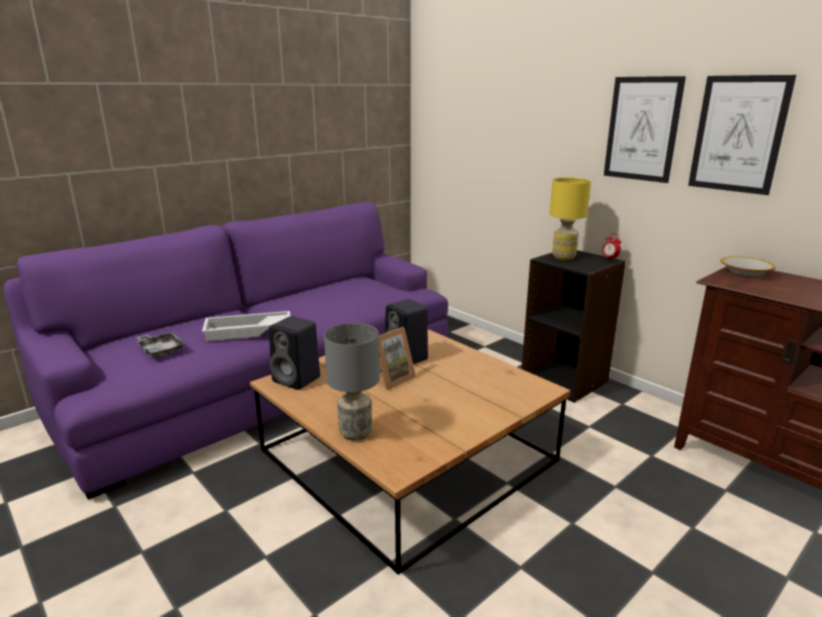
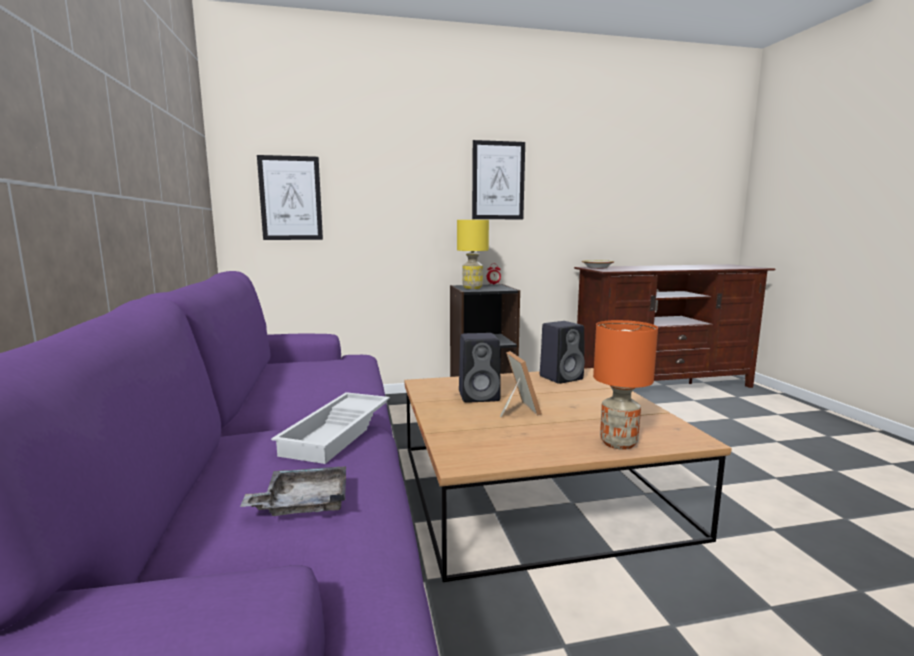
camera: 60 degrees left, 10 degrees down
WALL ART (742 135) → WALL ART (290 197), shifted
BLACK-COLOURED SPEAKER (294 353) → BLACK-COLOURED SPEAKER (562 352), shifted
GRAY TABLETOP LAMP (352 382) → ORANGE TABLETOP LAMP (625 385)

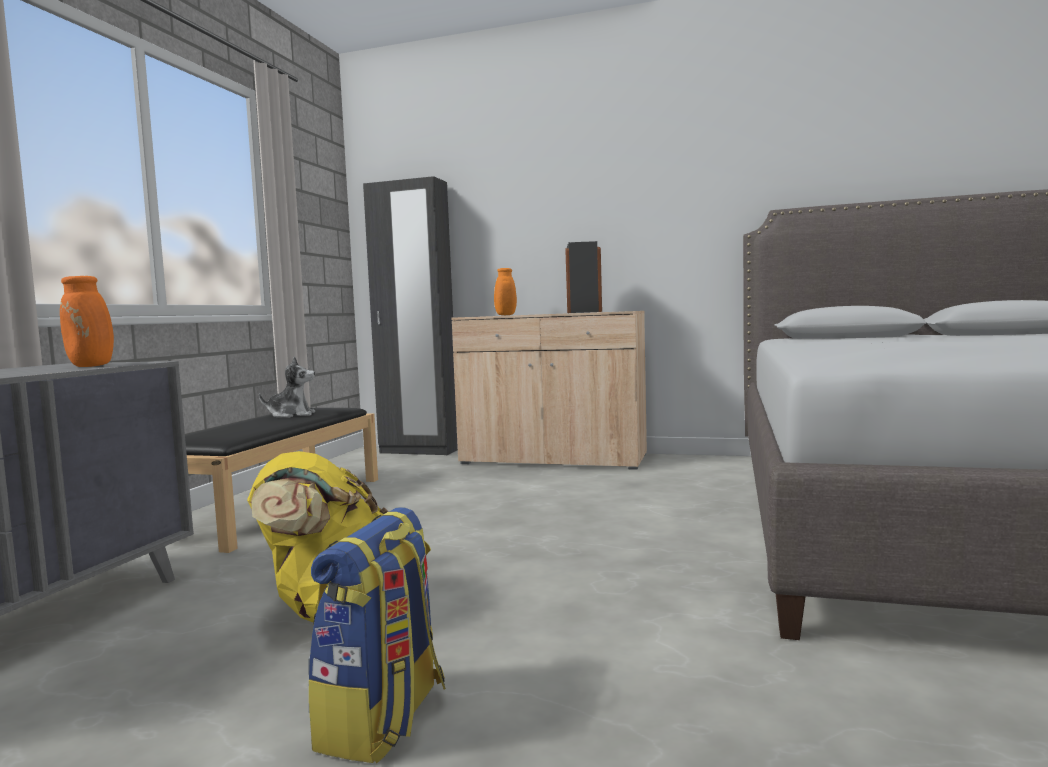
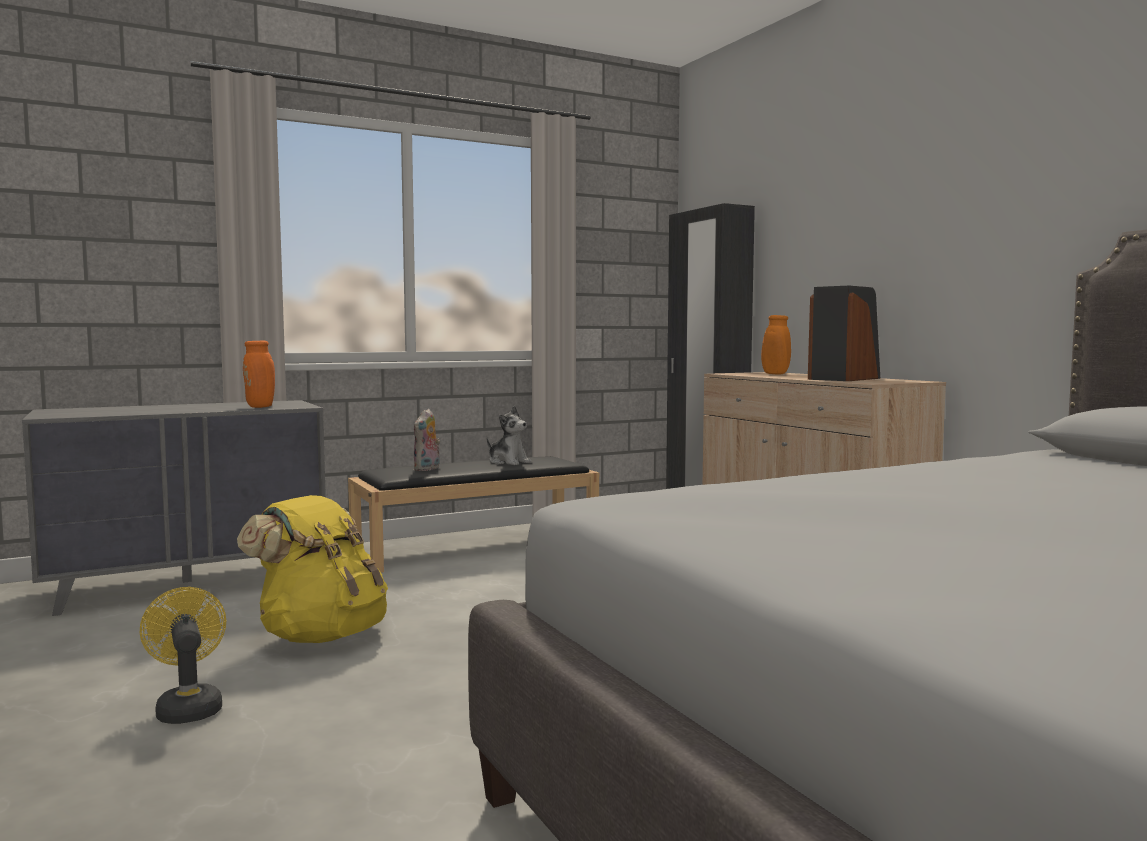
camera: 45 degrees right, 0 degrees up
KNAPSACK (377 635) → YELLOW-COLOURED ELECTRIC FAN (183 655)
- → SOFT TOY (427 440)

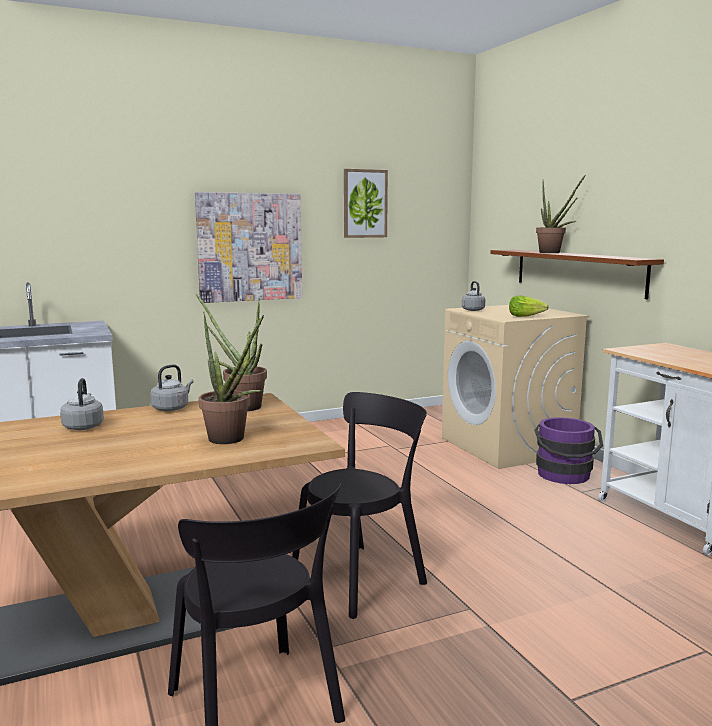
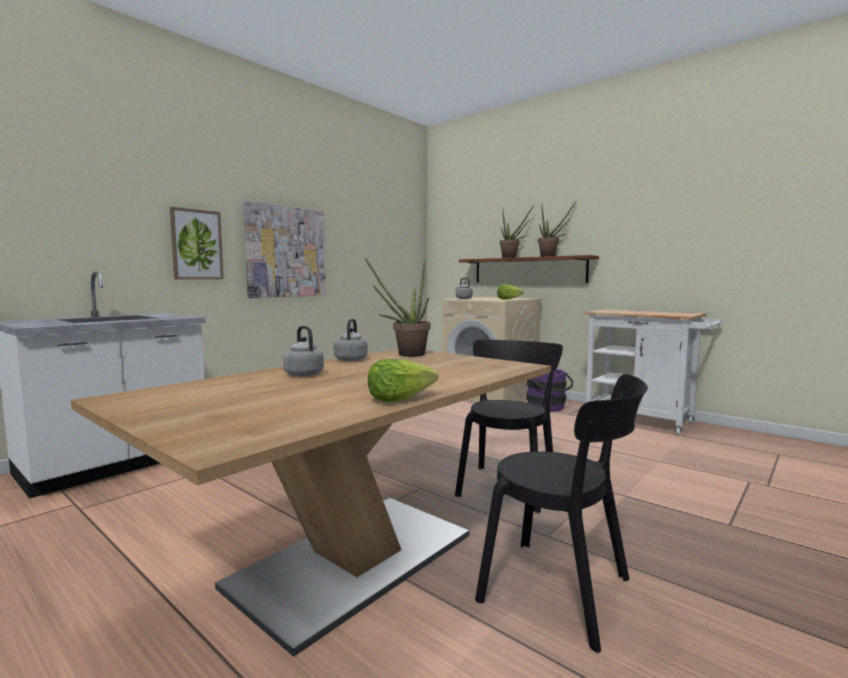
camera: 25 degrees left, 5 degrees down
WALL ART (366 203) → WALL ART (197 243), shifted
- → LETTUCE HEAD (403 380)
PLANT IN A POT (231 378) → PLANT IN A POT (557 229), shifted

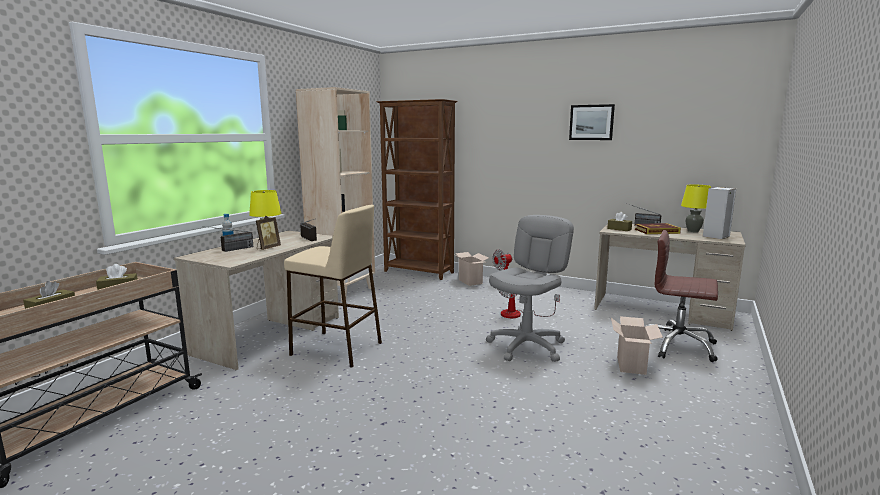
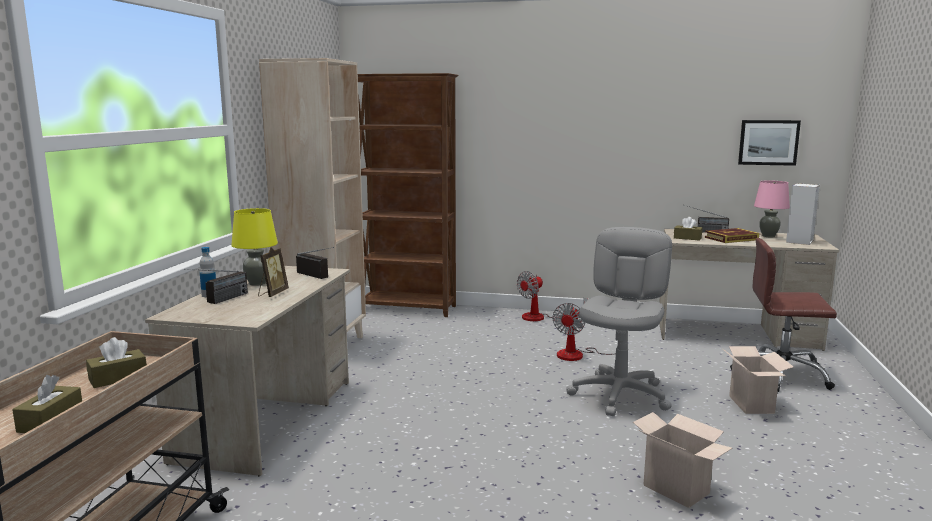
camera: 15 degrees left, 0 degrees up
CARDBOARD BOX (472 269) → CARDBOARD BOX (682 460), shifted
WALL ART (592 122) → WALL ART (769 143), shifted
YELLOW-COLOURED TABLETOP LAMP (696 208) → PINKISH TABLETOP LAMP (772 209)
BEIGE STOOL (333 286) → -

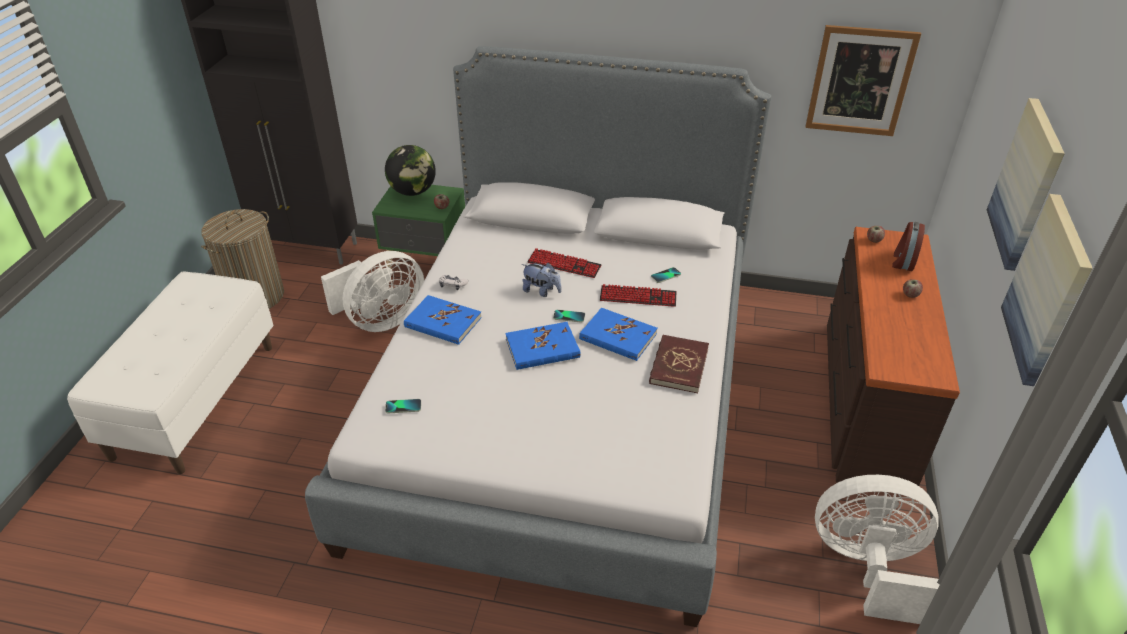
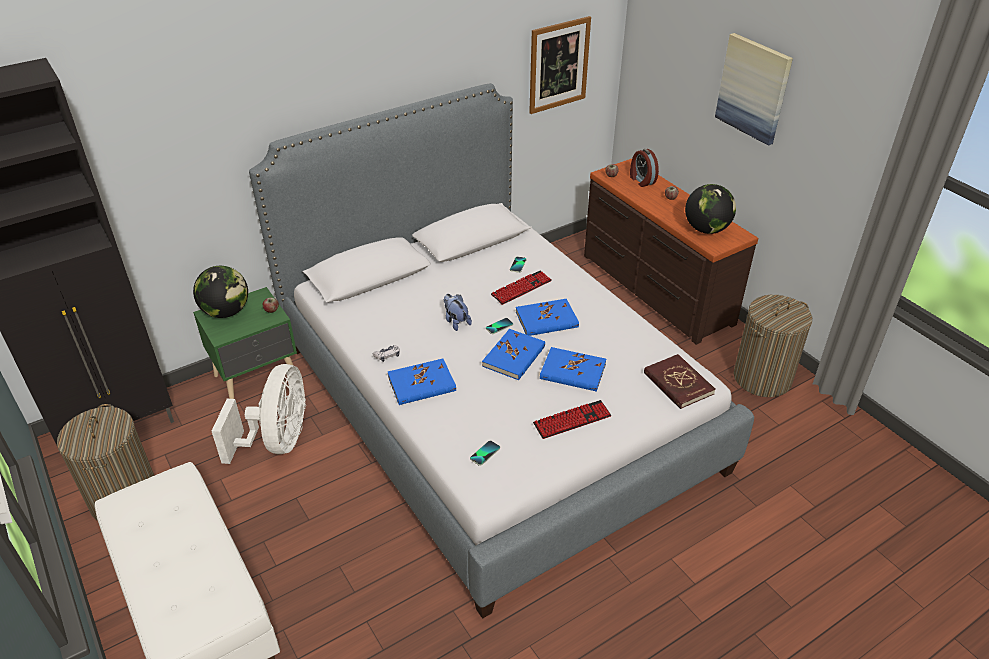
camera: 45 degrees left, 0 degrees up
SOFT TOY (541 280) → SOFT TOY (458 312), 105 degrees counterclockwise
KEYBOARD (564 263) → KEYBOARD (572 419), shifted
- → BLUE-COLOURED BOOK (573 369)
RED-COLOURED BOOK (679 364) → RED-COLOURED BOOK (679 381), shifted
- → GLOBE (710 209)
WHITE ELECTRIC FAN (877 549) → HAMPER (773 346)
WALL ART (1047 290) → -

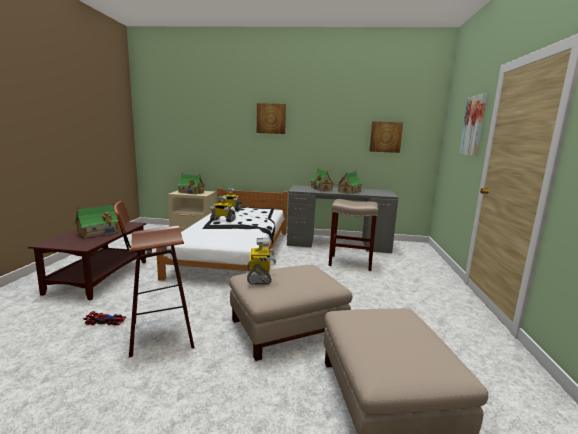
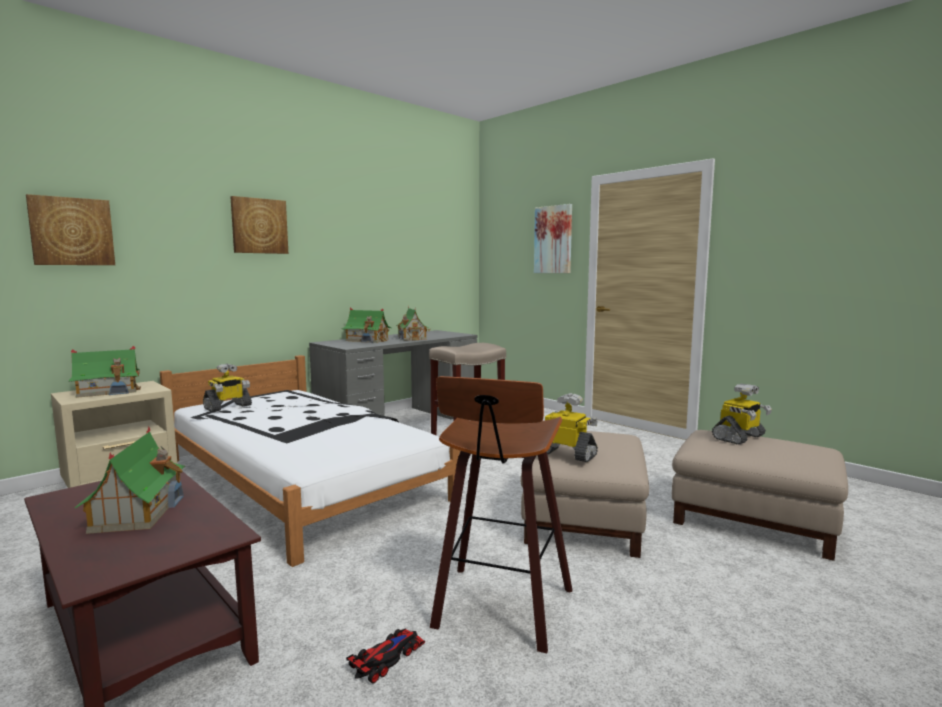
camera: 50 degrees left, 5 degrees down
WALL ART (386 137) → WALL ART (70 229), shifted
TOY ROBOT (223 209) → TOY ROBOT (742 414), shifted

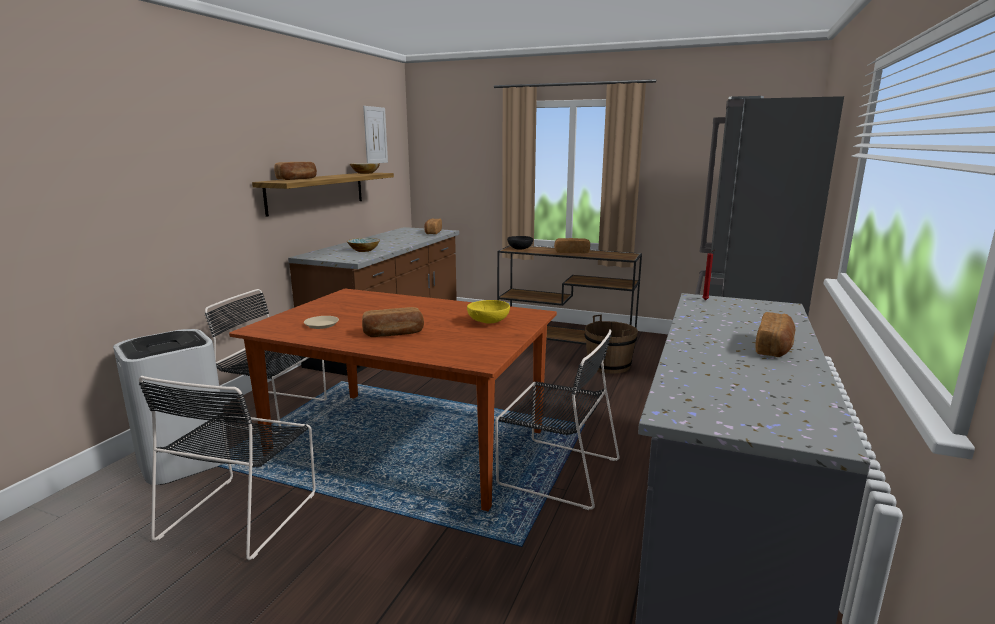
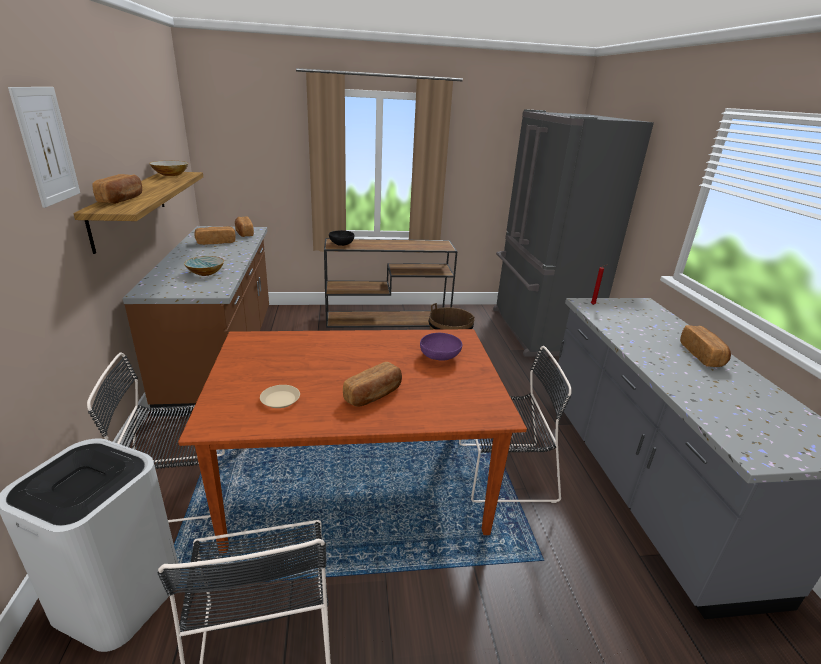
camera: 30 degrees left, 10 degrees up
WALL ART (375 134) → WALL ART (44 147), shifted
BAKERY BREAD (572 245) → BAKERY BREAD (215 235), shifted
YELLOW-COLOURED BOWL (488 311) → PURPLE-COLOURED BOWL (441 347)

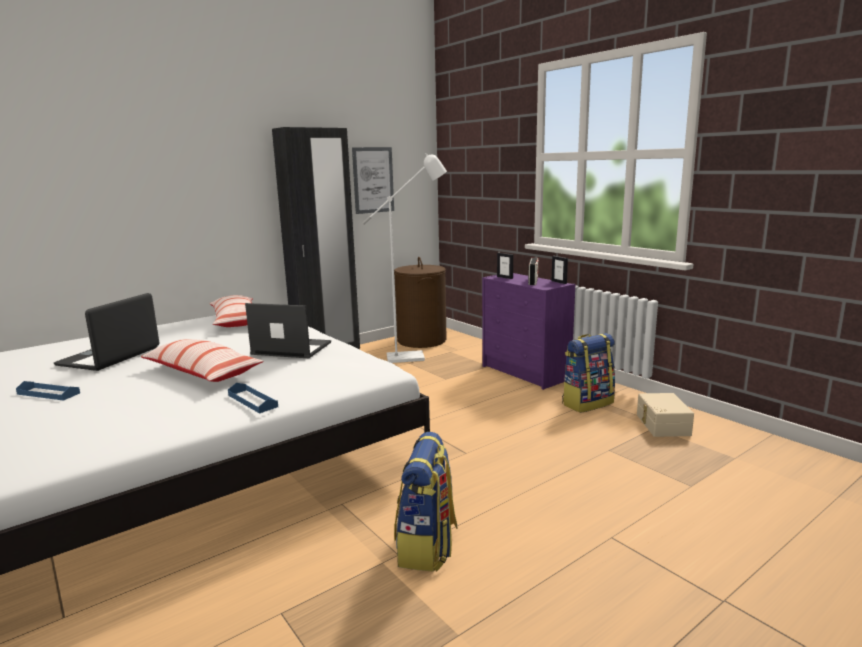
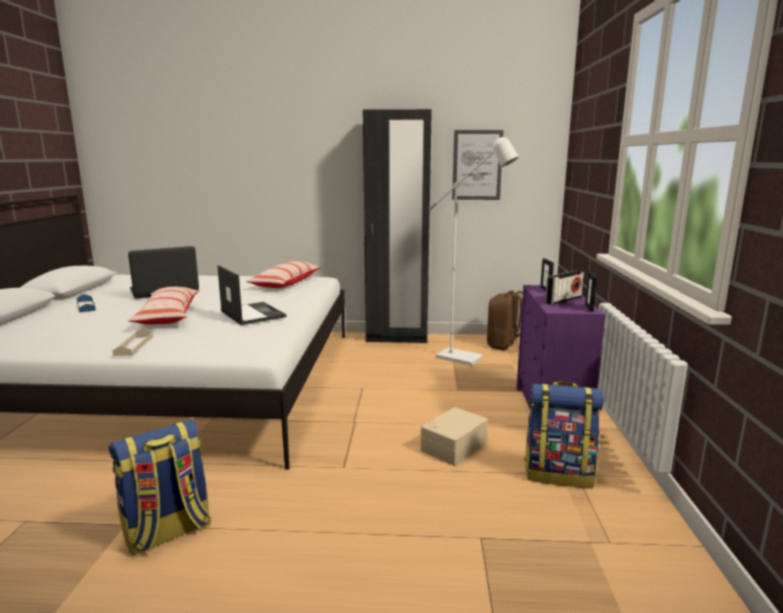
camera: 40 degrees right, 0 degrees up
BLUE-COLOURED TRAY (253 398) → BEIGE TRAY (132 342)
BEIGE STORAGE BOX (665 415) → BEIGE STORAGE BOX (454 436), shifted
BROWN-COLOURED HAMPER (420 302) → BROWN-COLOURED KNAPSACK (505 320)

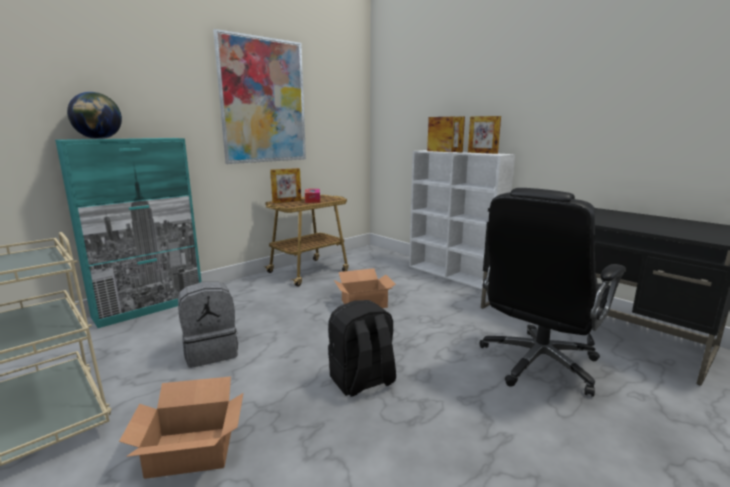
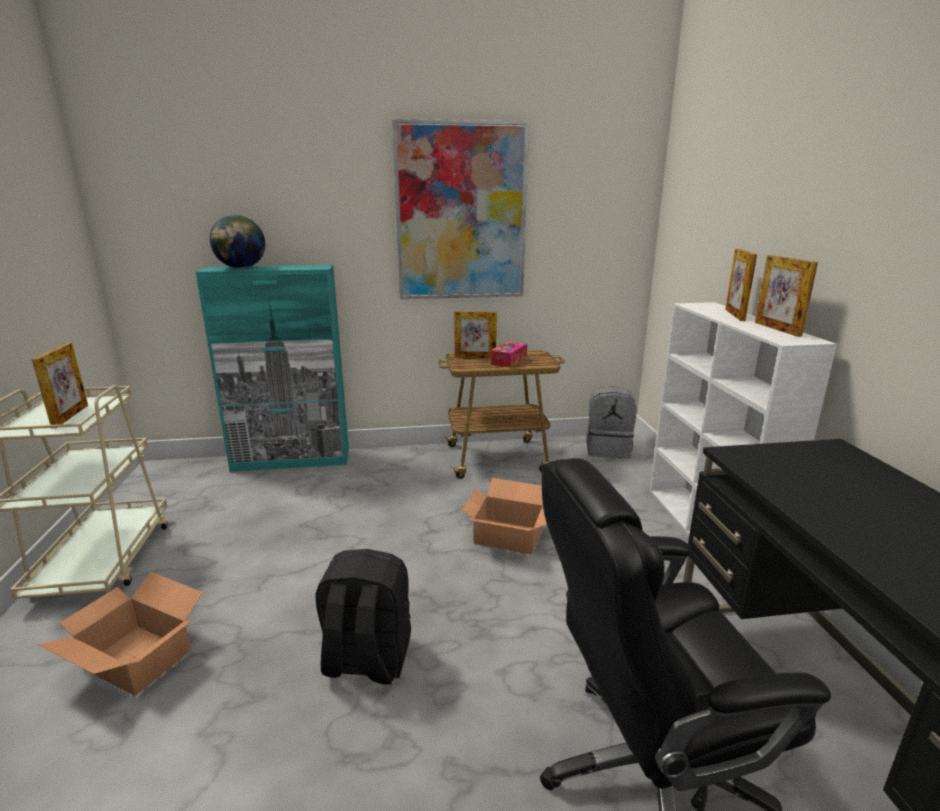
camera: 35 degrees right, 5 degrees up
PHOTO FRAME (441 134) → PHOTO FRAME (60 384), shifted
GRAY KNAPSACK (208 325) → GRAY KNAPSACK (611 422), shifted

